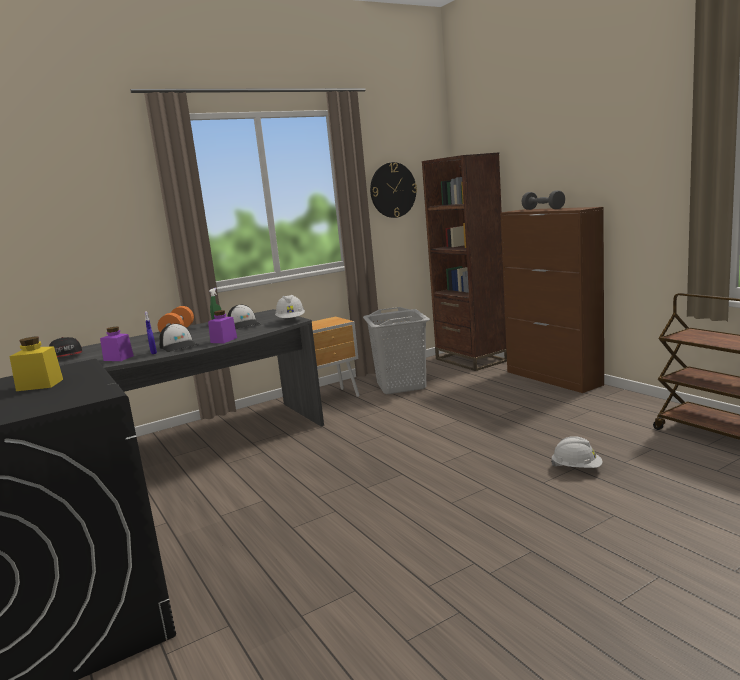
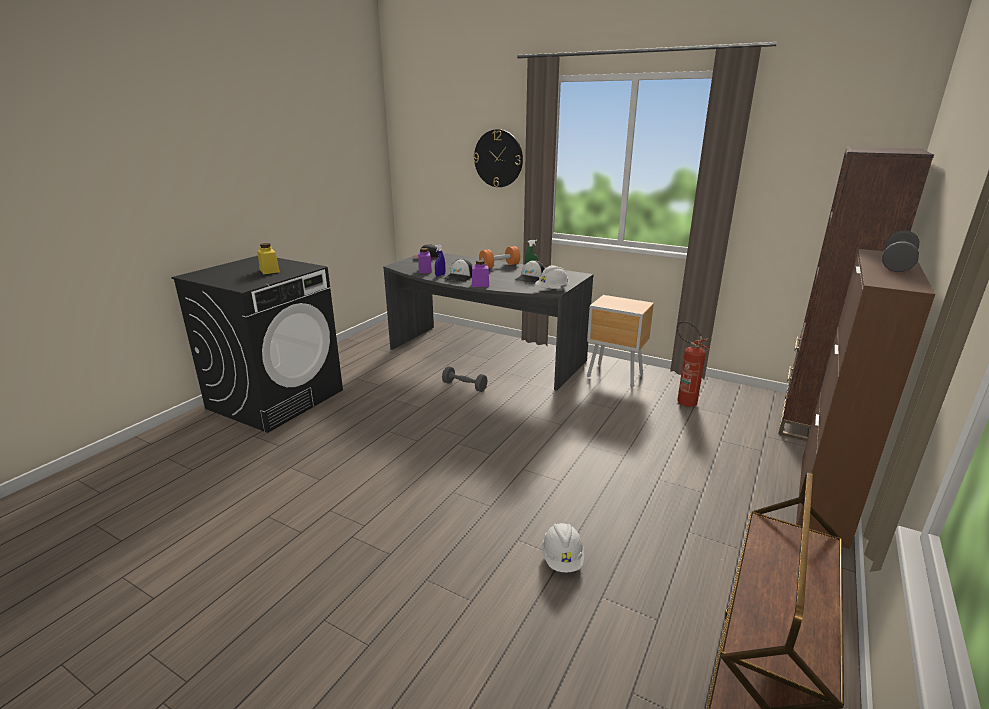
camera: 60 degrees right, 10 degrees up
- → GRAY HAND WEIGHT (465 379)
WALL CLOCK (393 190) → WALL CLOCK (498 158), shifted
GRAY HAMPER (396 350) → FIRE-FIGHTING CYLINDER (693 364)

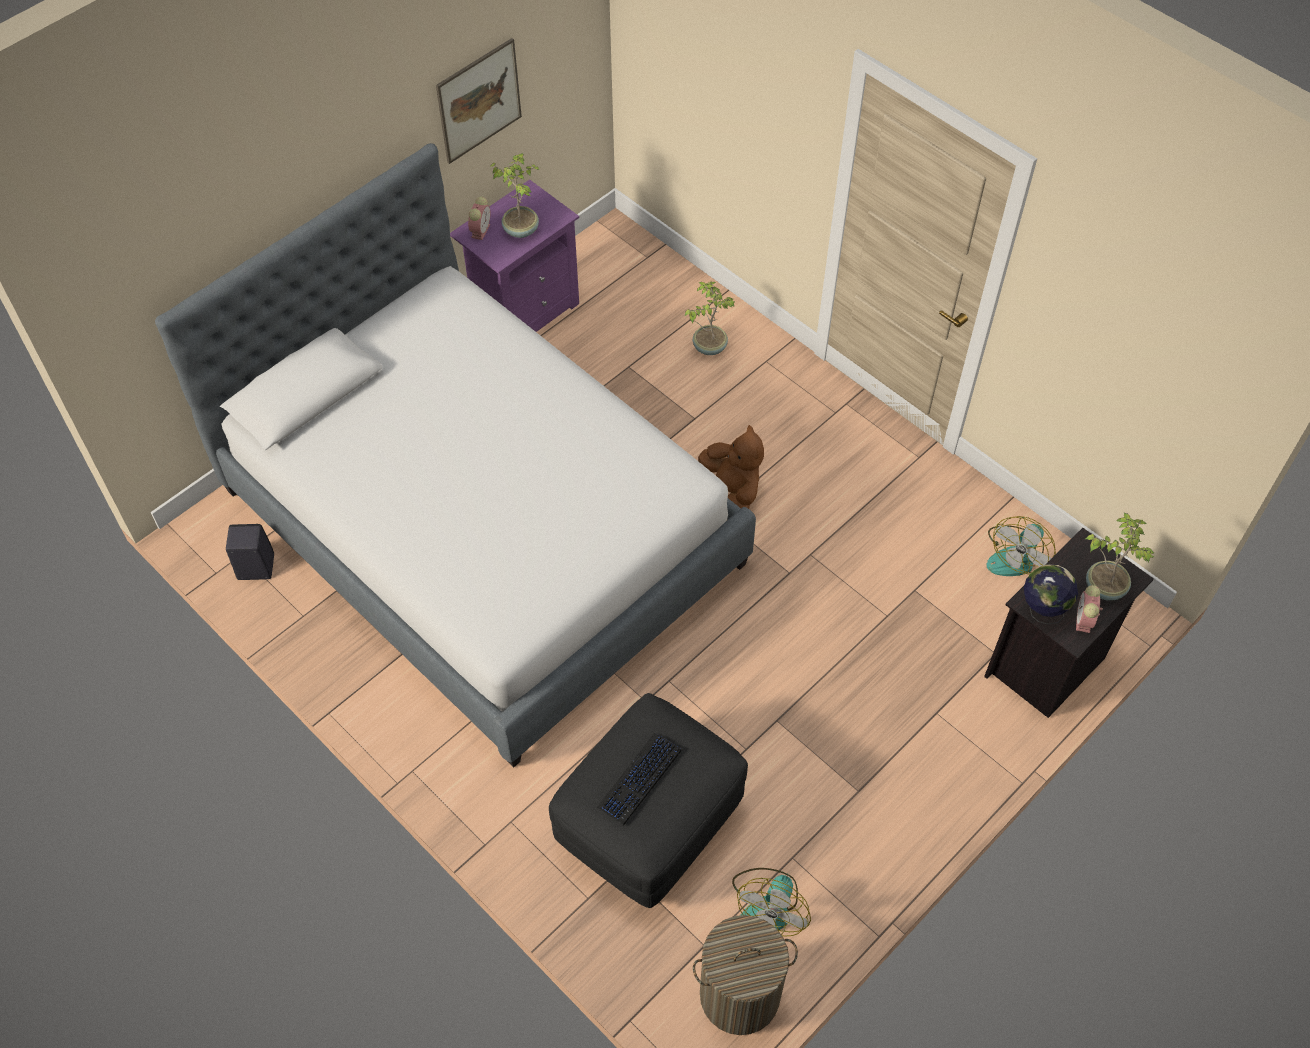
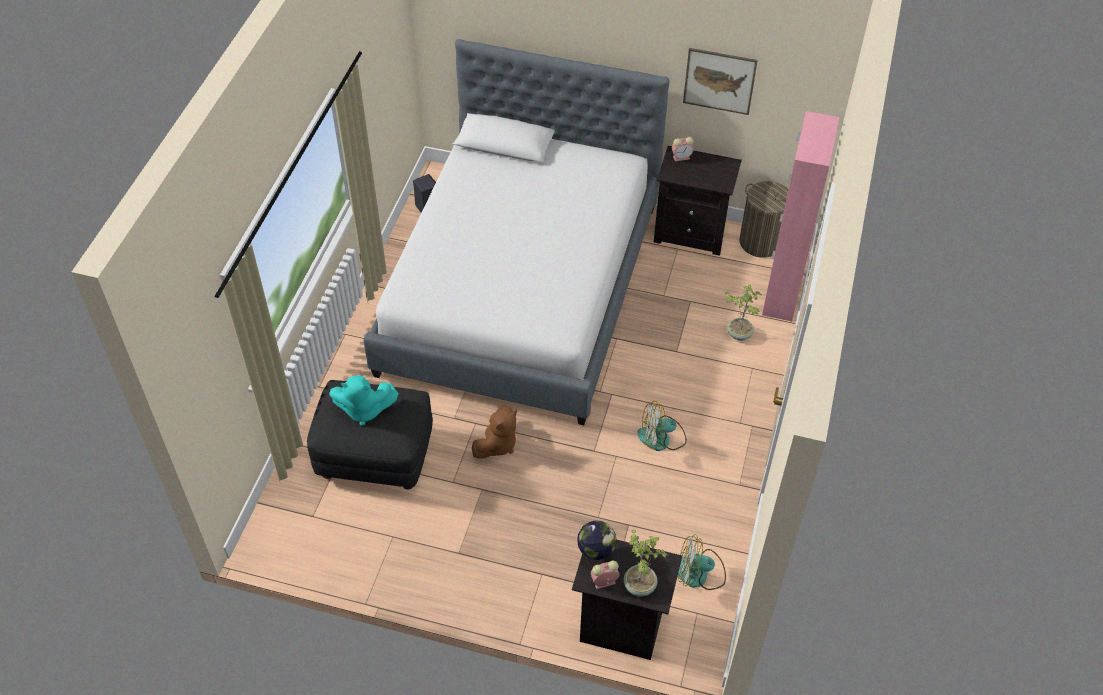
camera: 60 degrees right, 5 degrees down
KEYBOARD (639 779) → TURQUOISE SOFT TOY (364 400)
BROWN-COLOURED SOFT TOY (731 467) → BROWN-COLOURED SOFT TOY (494 432), shifted
ELECTRIC FAN (771 902) → ELECTRIC FAN (662 426), shifted
PURPLE-COLOURED NIGHT TABLE (514 255) → BLACK-COLOURED NIGHT TABLE (698 201)
HAMPER (745 975) → HAMPER (764 219), shifted
- → PINKISH CUPBOARD (800 216)
PLANT IN A POT (515 195) → -

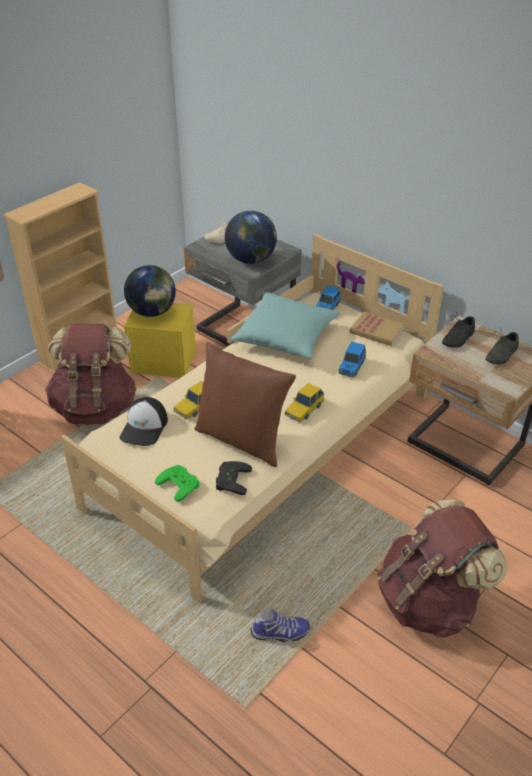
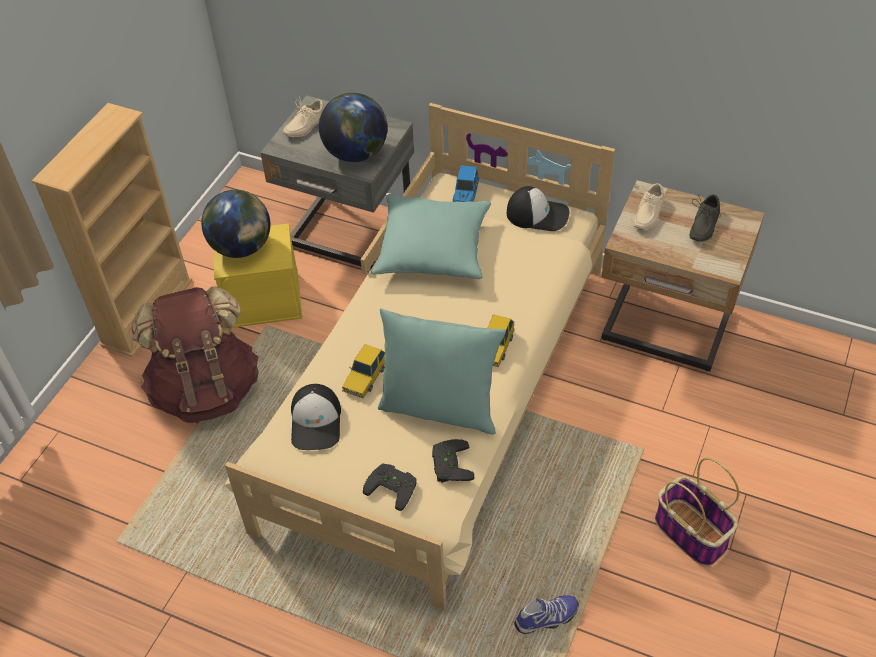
camera: 15 degrees left, 10 degrees up
GREEN GAMEPAD (177 483) → BLACK-COLOURED GAMEPAD (390 487)
BROWN-COLOURED CUSHION (245 404) → TURQUOISE CUSHION (442 371)
BOOK (377 329) → BASEBALL CAP (538 208)
BLACK-COLOURED SHOE (458 330) → BEIGE SHOE (648 206)
BROWN-COLOURED KNAPSACK (442 569) → BASKET (697 512)
MODEL CAR (352 359) → -

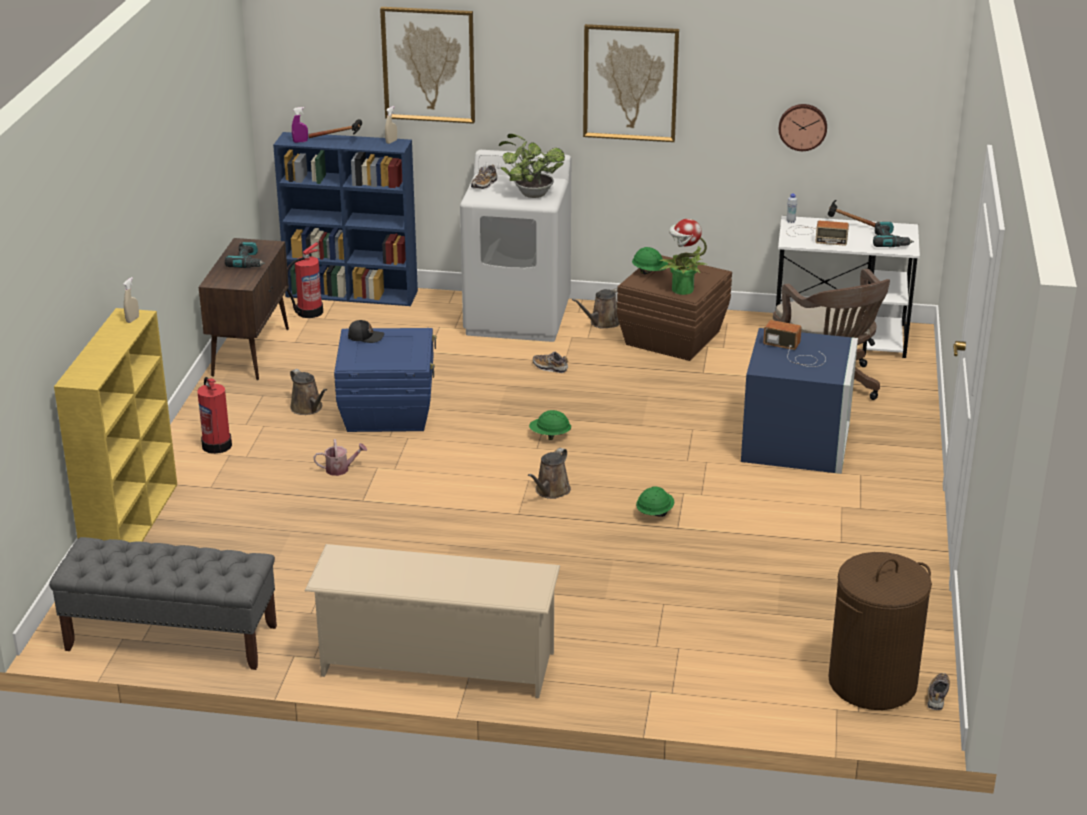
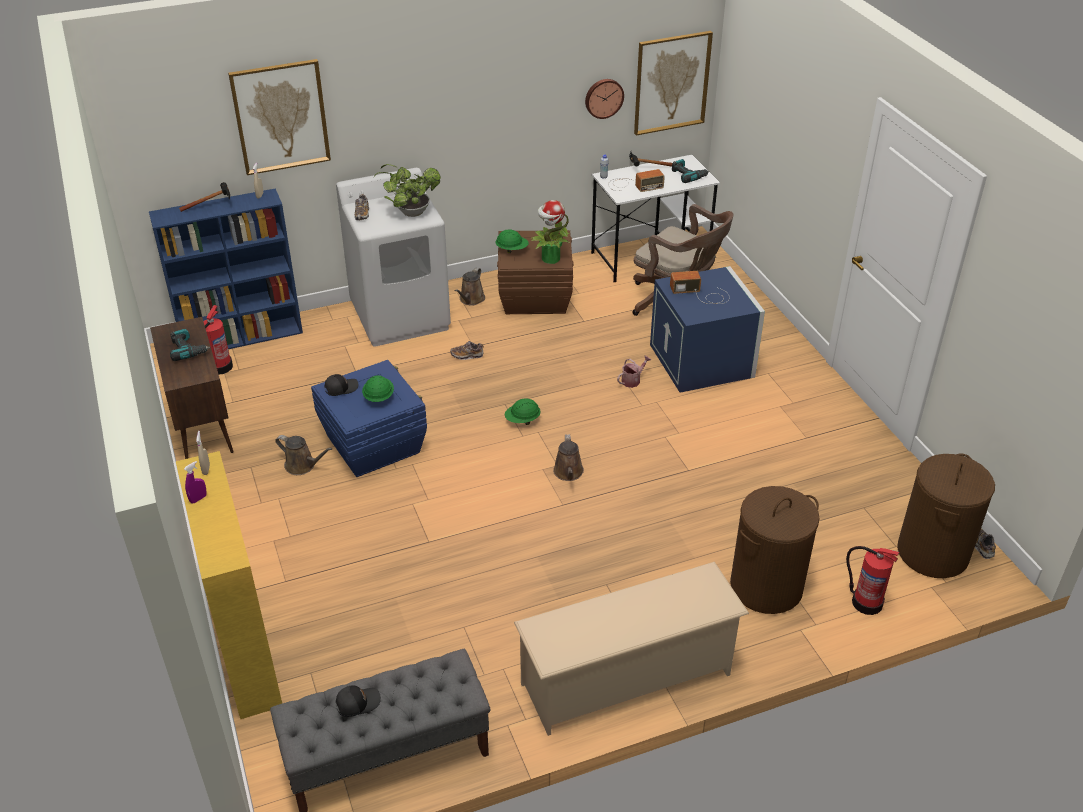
camera: 30 degrees left, 10 degrees up
PURPLE-COLOURED SPRAYER (300 125) → PURPLE-COLOURED SPRAYER (195 482), shifted
- → BLACK-COLOURED BASEBALL CAP (358 701)
GREEN WORK HELMET (655 501) → GREEN WORK HELMET (378 388), shifted
WATERING CAN (340 457) → WATERING CAN (634 372), shifted
WALL ART (631 83) → WALL ART (673 83), shifted
- → BROWN-COLOURED HAMPER (775 550)
FIRE-FIGHTING CYLINDER (214 415) → FIRE-FIGHTING CYLINDER (873 580), shifted

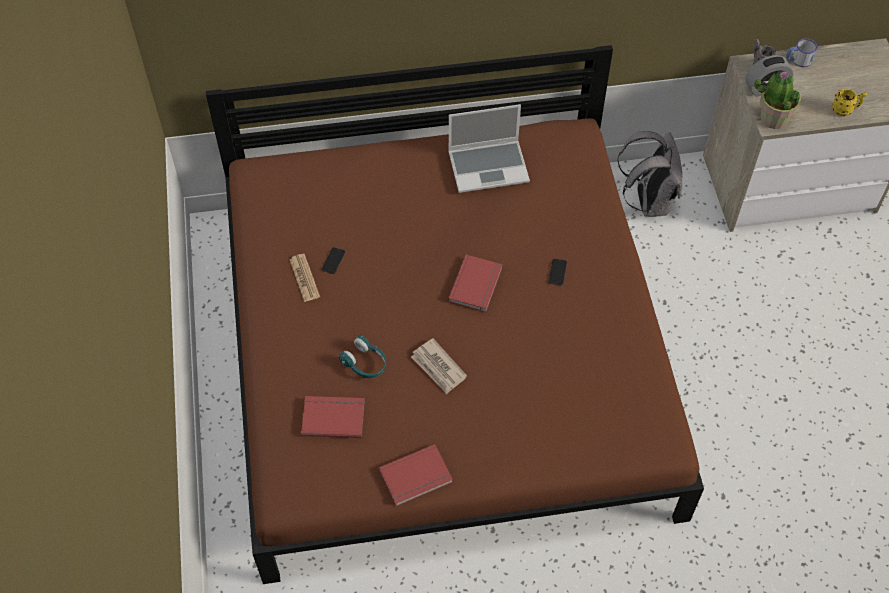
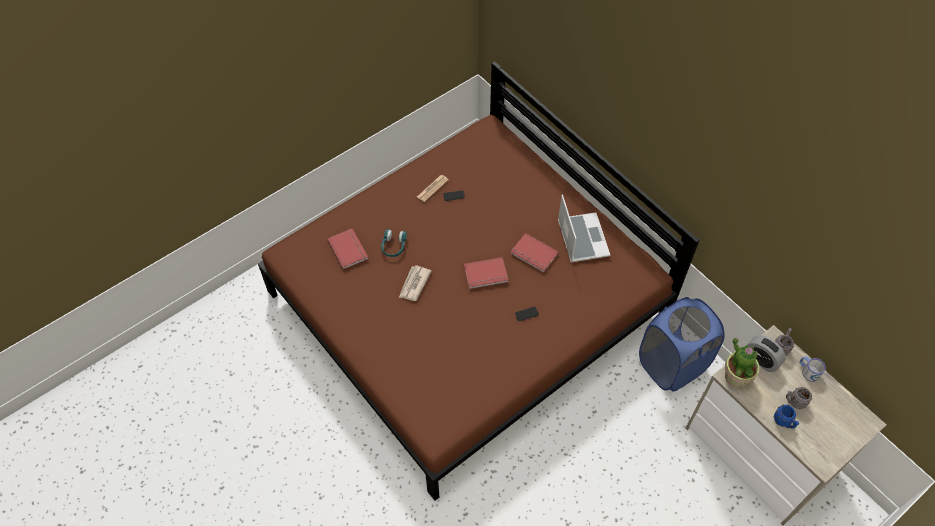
camera: 60 degrees right, 0 degrees up
RED-COLOURED BOOK (416 475) → RED-COLOURED BOOK (534 253), shifted
LAPTOP (489 148) → LAPTOP (584 228), 150 degrees counterclockwise
GRAY KNAPSACK (649 174) → BLUE-COLOURED HAMPER (682 344)
YELLOW-COLOURED COFFEE MUG (849 103) → BLUE-COLOURED COFFEE MUG (786 416)
- → GRAY COFFEE MUG (799 398)

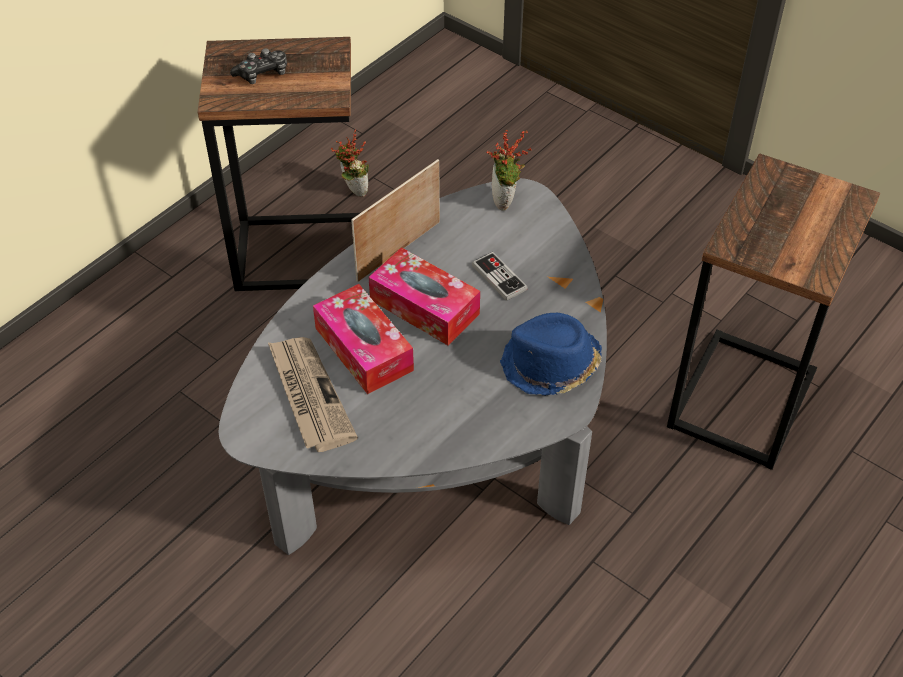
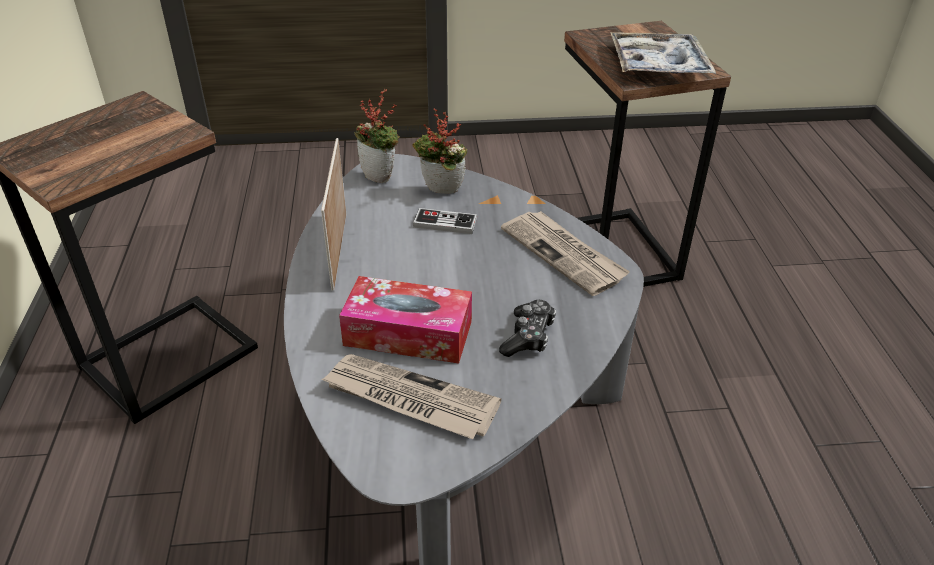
camera: 45 degrees left, 10 degrees down
PLANT IN A POT (350 163) → PLANT IN A POT (440 151), shifted
GAMEPAD (258 66) → GAMEPAD (527 328), shifted
BLUE-COLOURED WEARABLE HAT (551 354) → PRINTED PAPER (565 253)
- → TRAY (663 53)
TISSUE BOX (424 296) → -

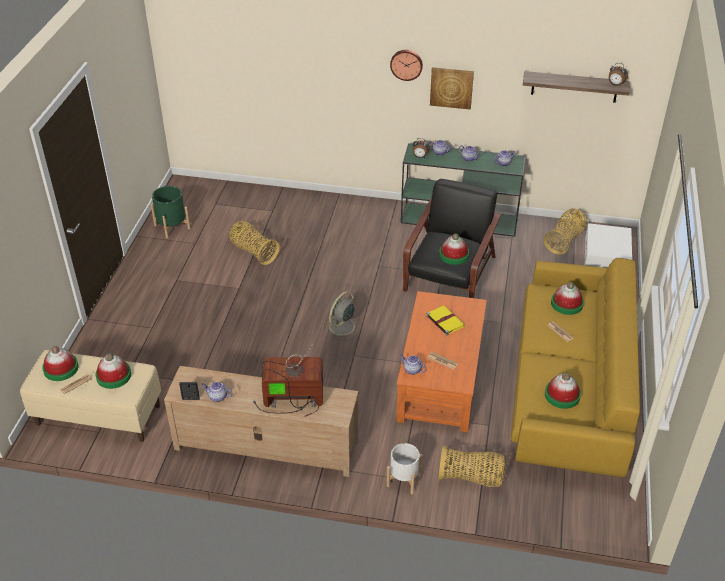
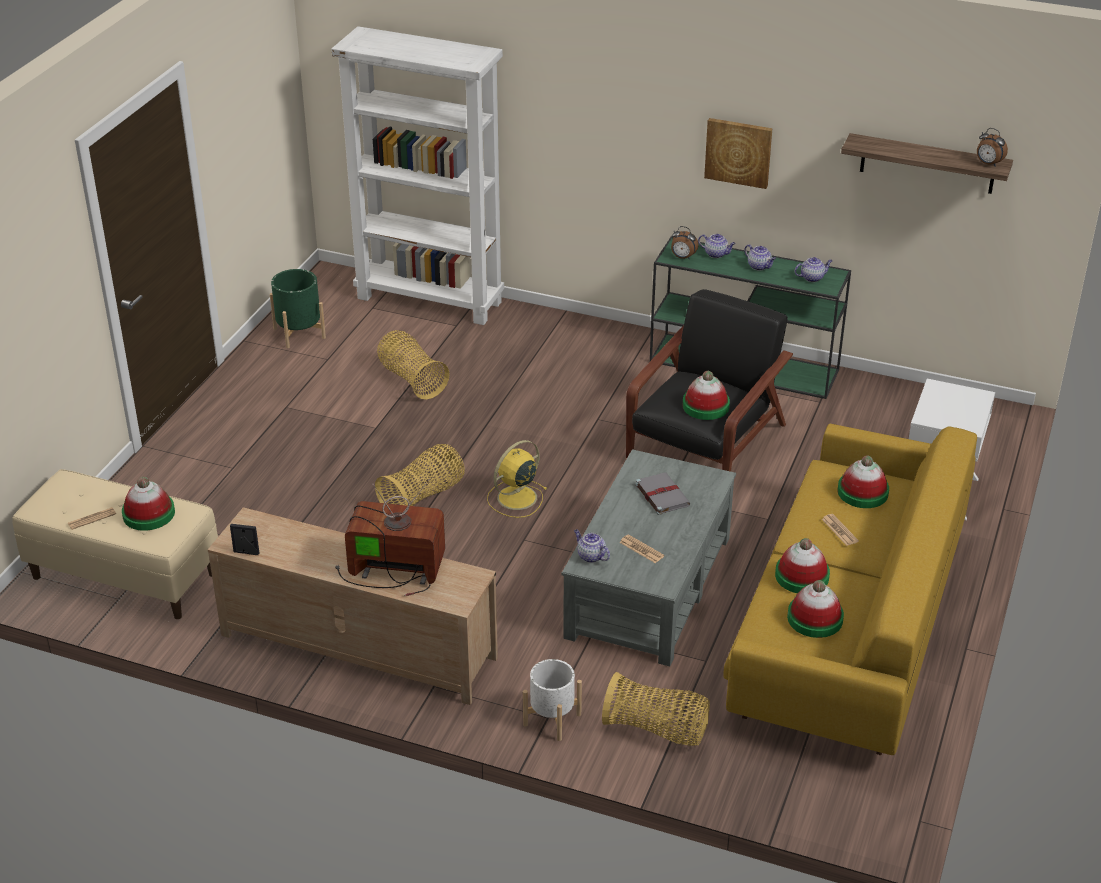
camera: 10 degrees right, 5 degrees down
- → WHITE BOOKSHELF (417 175)
BASKET (565 231) → BASKET (420 475), shifted
GRAY ELECTRIC FAN (341 316) → YELLOW-COLOURED ELECTRIC FAN (517 479)
ORANGE COFFEE TABLE (441 361) → GRAY COFFEE TABLE (649 557)
YELLOW-COLOURED BOOK (446 320) → GRAY BOOK (662 493)
WEARABLE HAT (60 363) → WEARABLE HAT (802 565), shifted
POT FOR TEA (216 392) → -
WALL CLOCK (406 65) → -

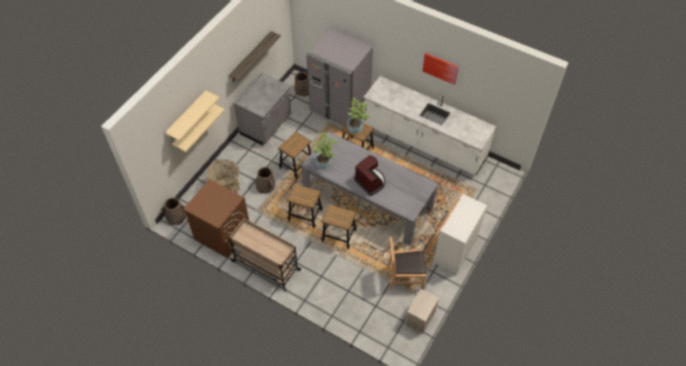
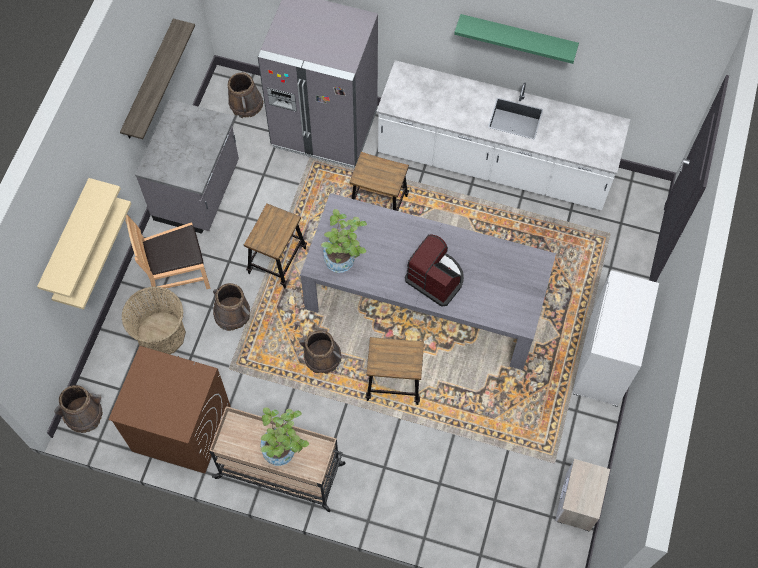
camera: 15 degrees left, 10 degrees up
BROWN-COLOURED UPRIGHT CHAIR (406 263) → BROWN-COLOURED UPRIGHT CHAIR (168 252), shifted
PLANT IN A POT (358 116) → PLANT IN A POT (284 436), shifted
STOOL (305 206) → BROWN-COLOURED PAIL (320 352)
WALL ART (441 69) → GREEN WALL SHELF (516 39)

